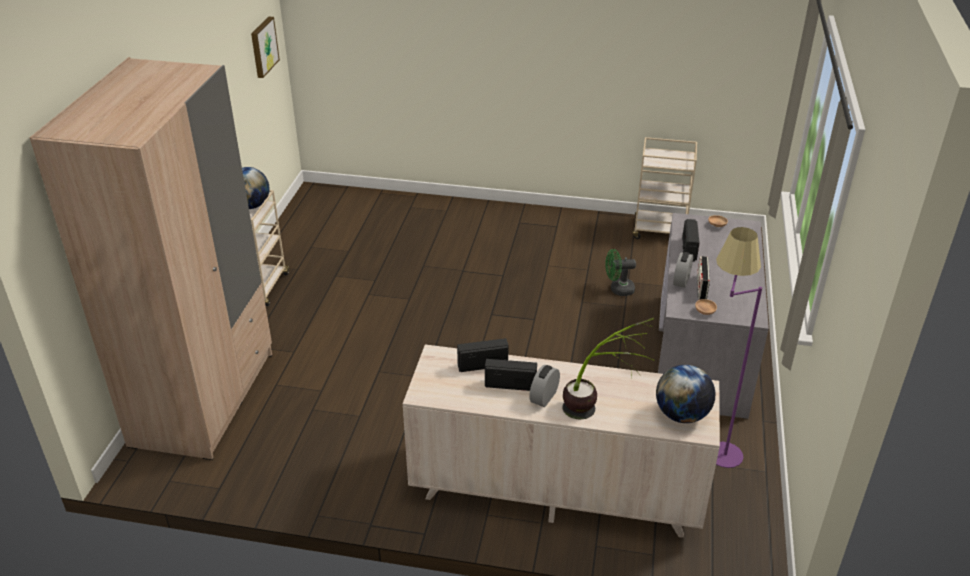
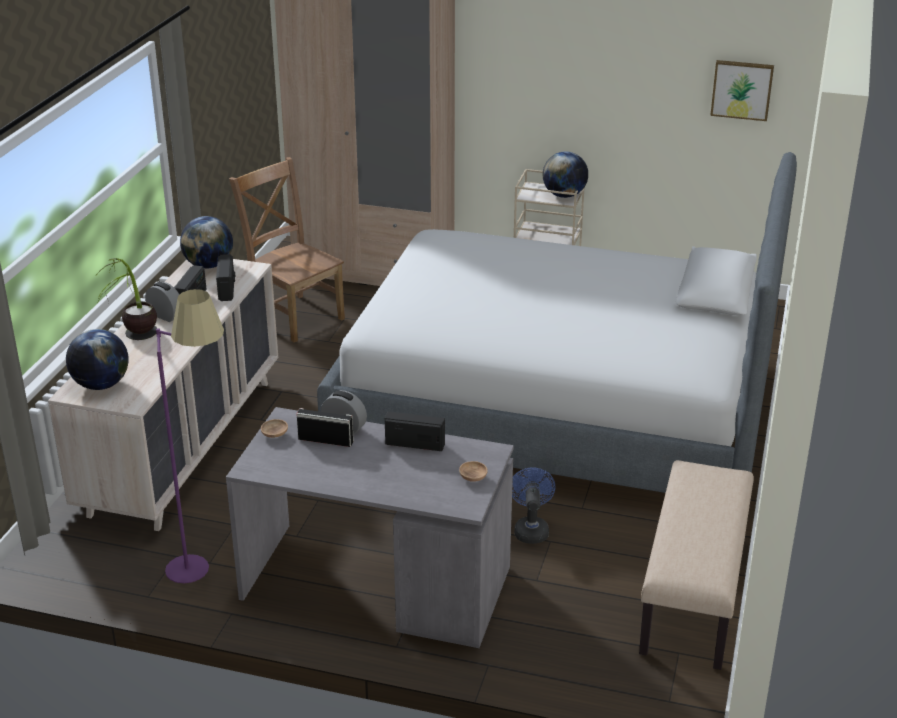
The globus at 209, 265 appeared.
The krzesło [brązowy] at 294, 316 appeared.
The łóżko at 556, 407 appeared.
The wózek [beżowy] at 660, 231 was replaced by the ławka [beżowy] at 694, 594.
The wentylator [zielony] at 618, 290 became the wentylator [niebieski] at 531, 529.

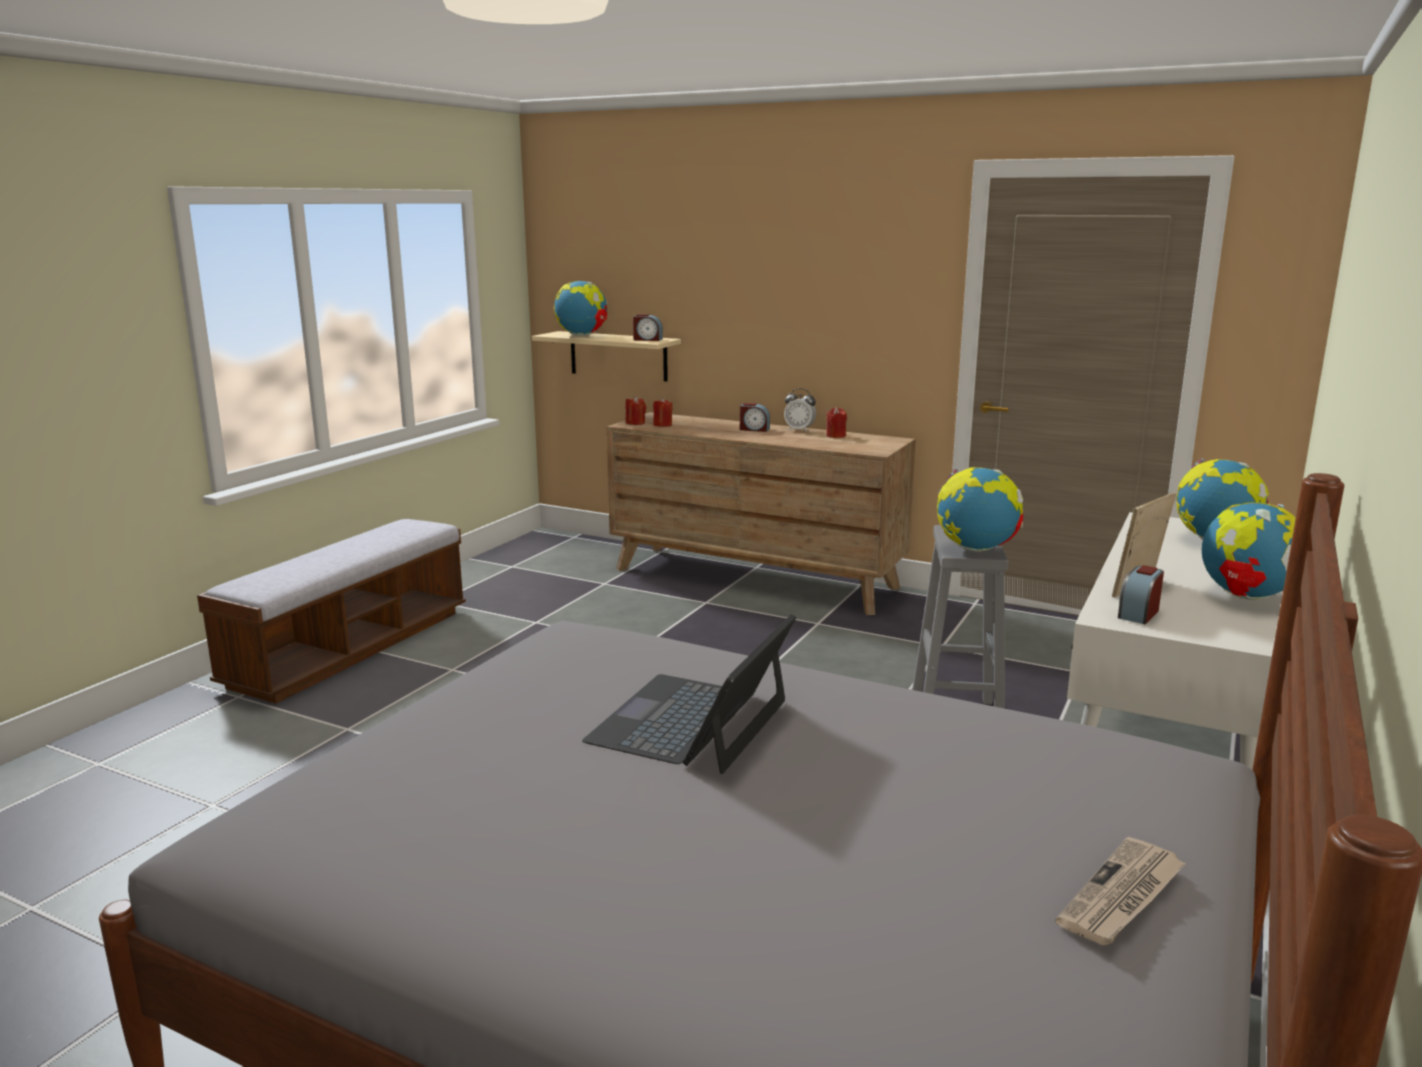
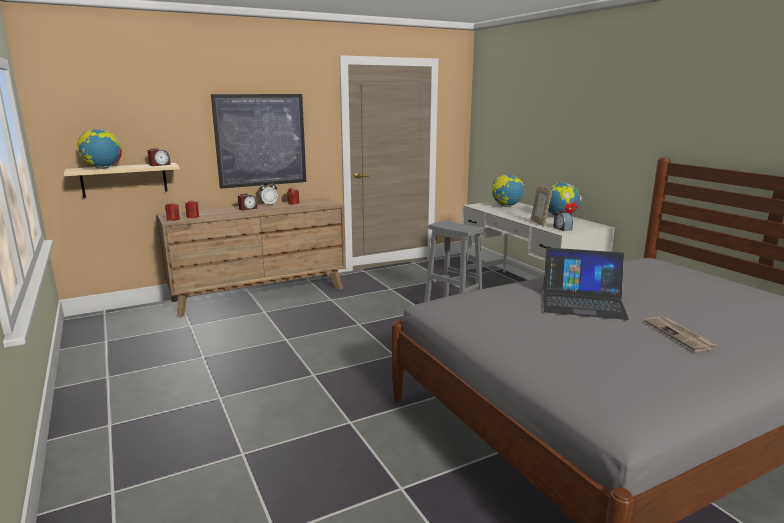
The ławka at 351, 648 disappeared.
The globus at 976, 549 disappeared.
The obraz at 261, 140 appeared.
The gazeta moved from 1122, 896 to 679, 335.
The laptop at 692, 722 turned 45 degrees counterclockwise.

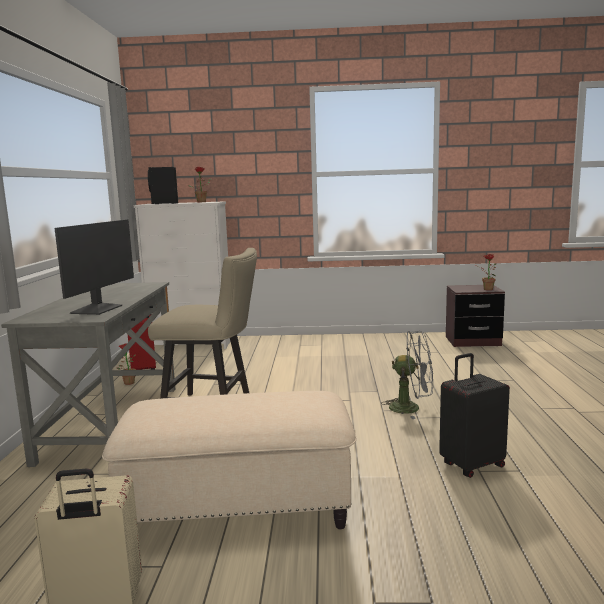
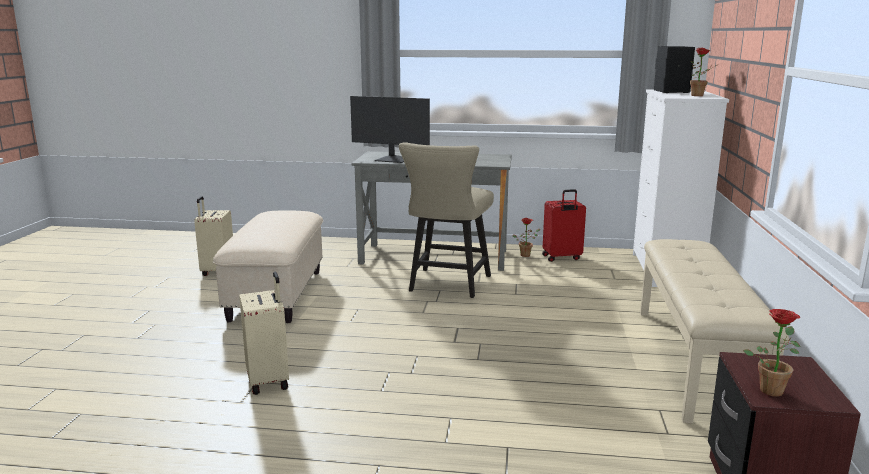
The wentylator [szary] at 411, 408 disappeared.
The ławka [beżowy] at 695, 361 appeared.
The walizka [czarny] at 471, 465 became the walizka [beżowy] at 269, 380.

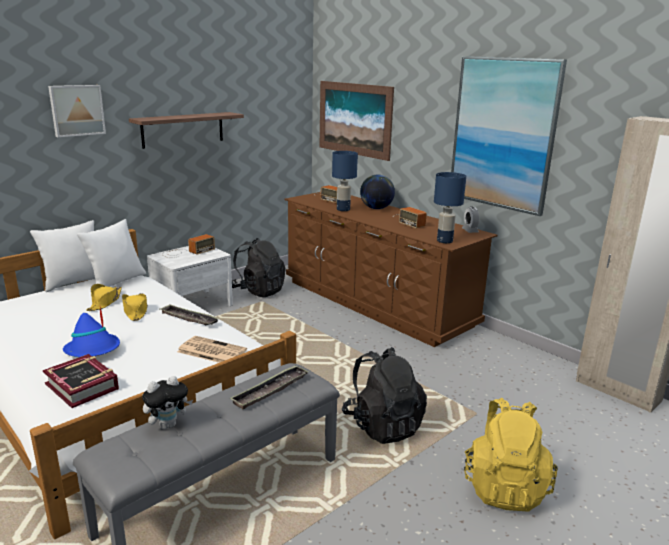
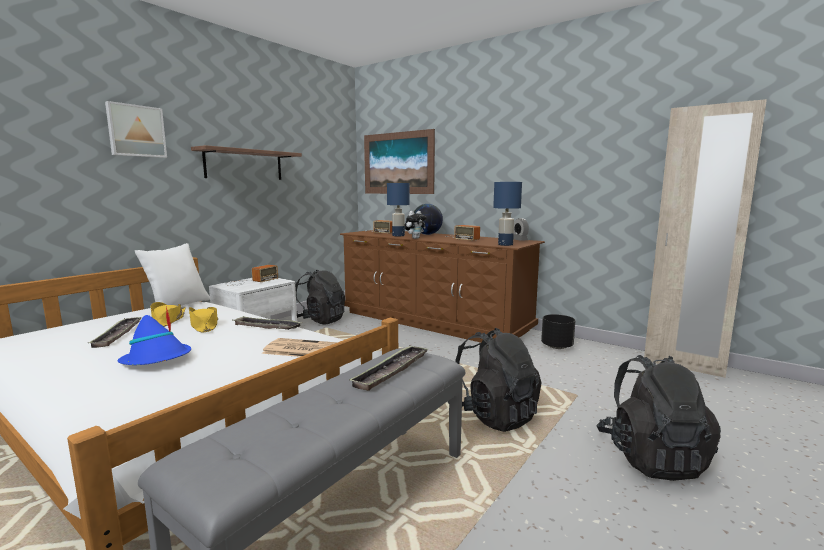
The poduszka [biały] at 74, 282 disappeared.
The książka at 82, 386 disappeared.
The obraz at 503, 134 disappeared.
The taca at 118, 335 appeared.
The donica [czarny] at 557, 346 appeared.
The pluszak moved from 168, 425 to 415, 238.
The plecak [żółty] at 504, 487 became the plecak [czarny] at 651, 458.

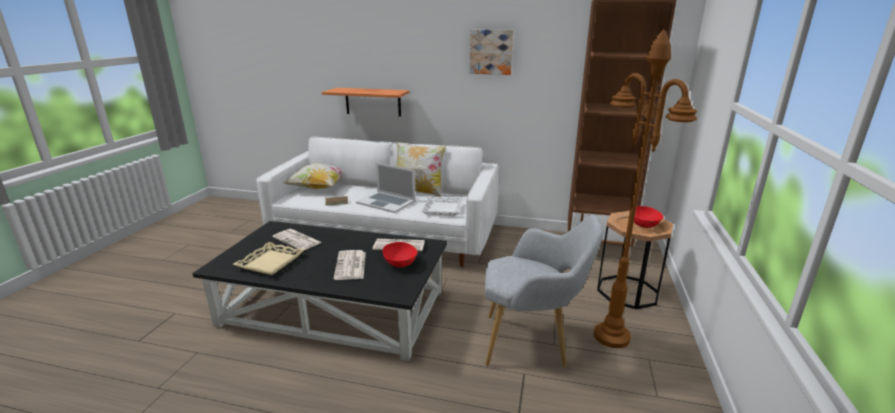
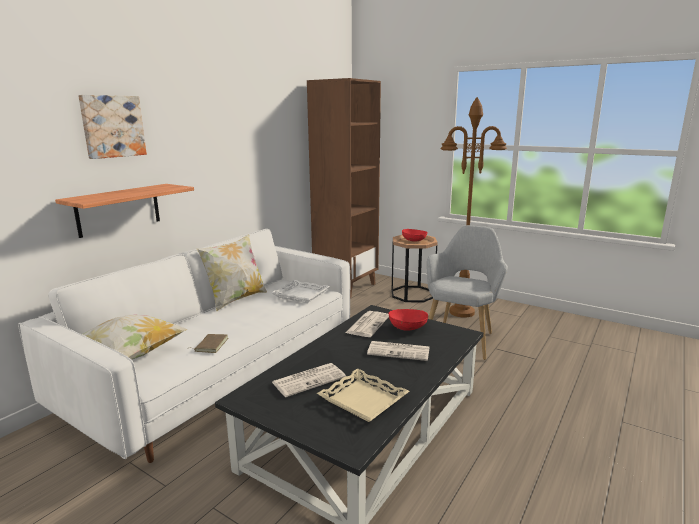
The laptop at 386, 202 disappeared.
The obraz moved from 491, 52 to 112, 126.

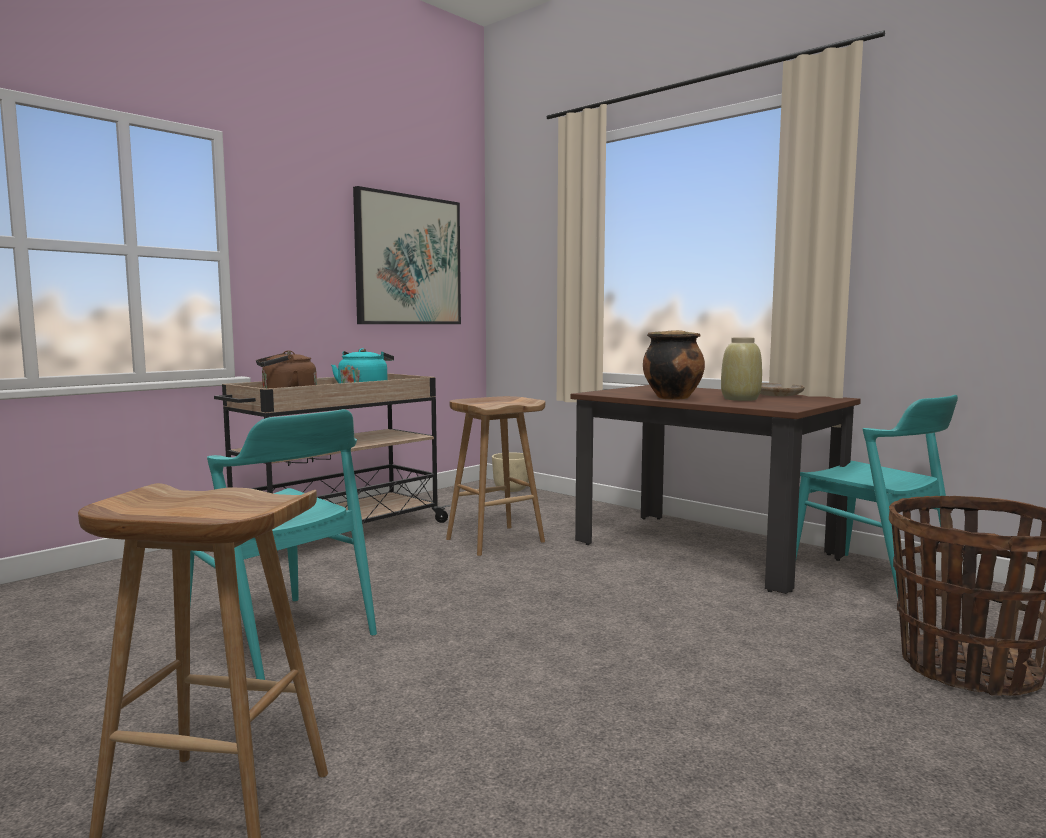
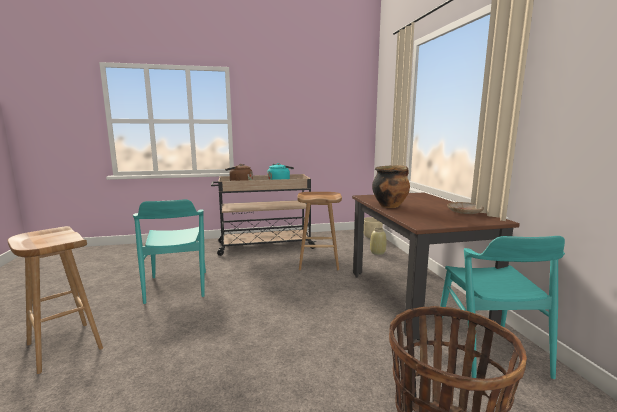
The obraz at 408, 260 disappeared.
The wazon [beżowy] moved from 740, 399 to 377, 252.

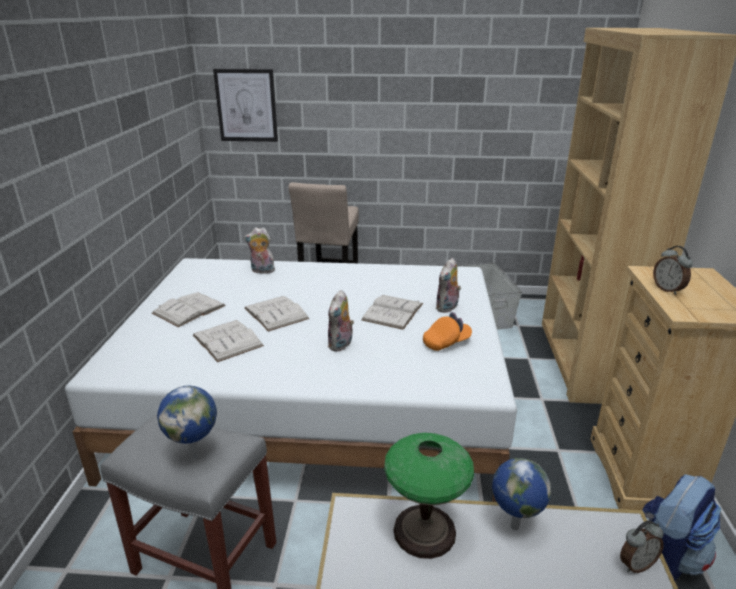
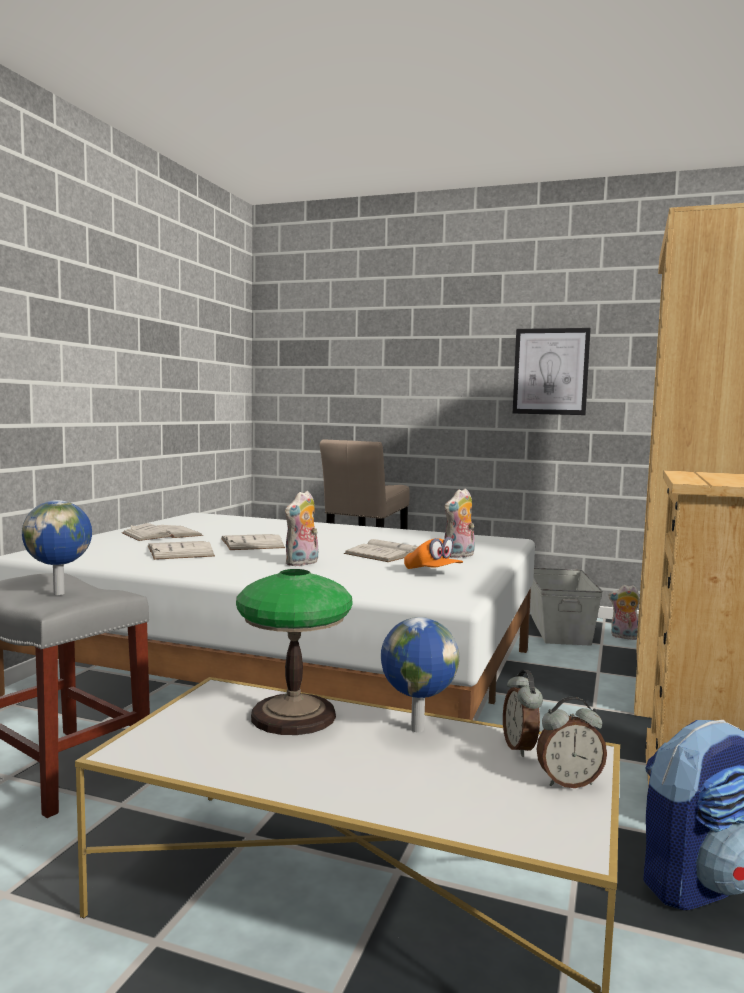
The obraz moved from 246, 105 to 550, 371.
The pluszak moved from 262, 271 to 624, 637.
The budzik moved from 668, 289 to 521, 747.
The czapka z daszkiem [pomarańczowy] at 446, 342 turned 60 degrees clockwise.

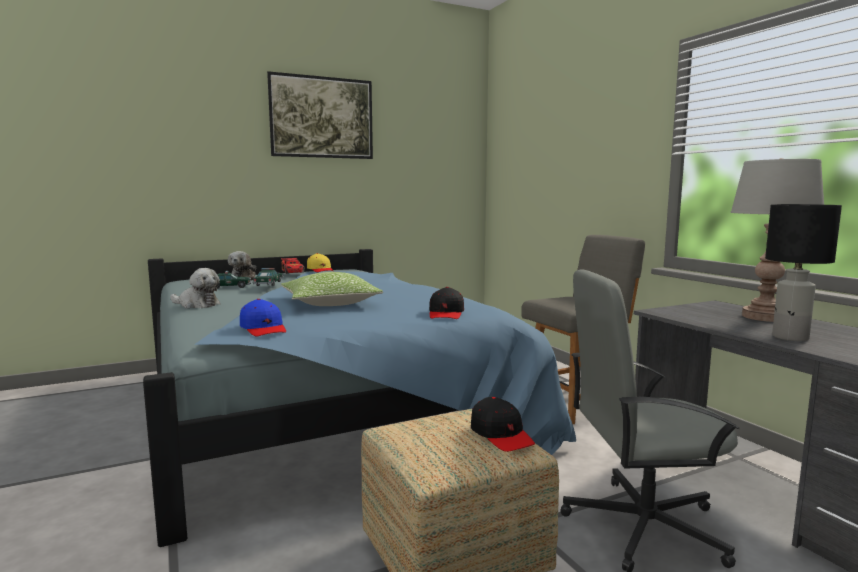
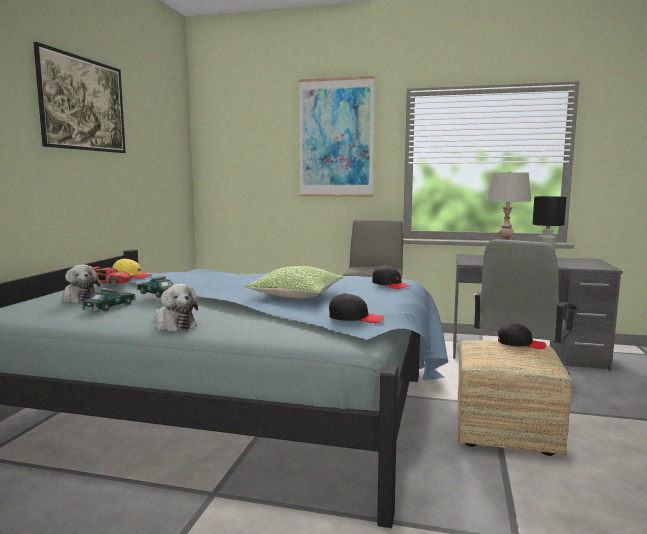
The obraz at 336, 138 appeared.
The czapka z daszkiem [niebieski] at 263, 329 became the czapka z daszkiem [czarny] at 355, 318.
The pluszak at 197, 305 turned 75 degrees clockwise.

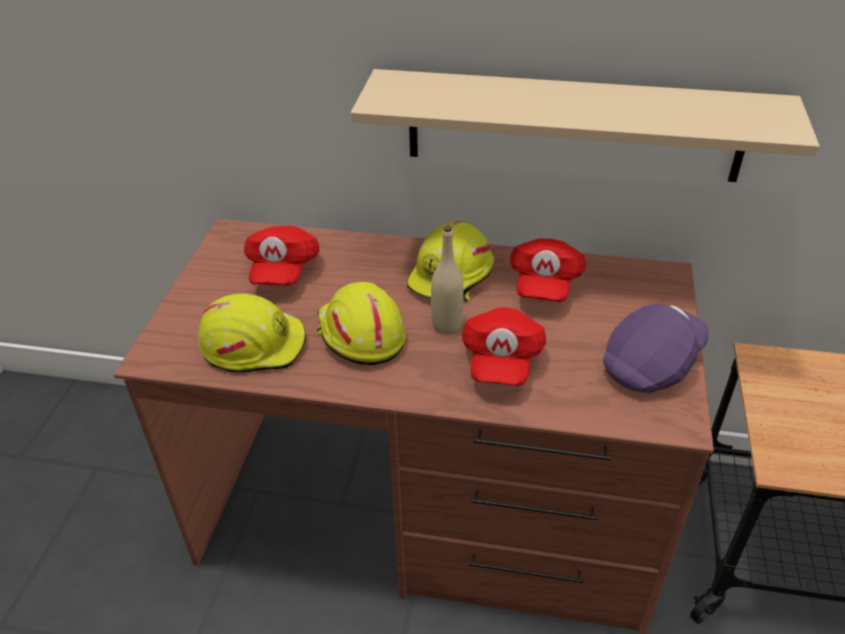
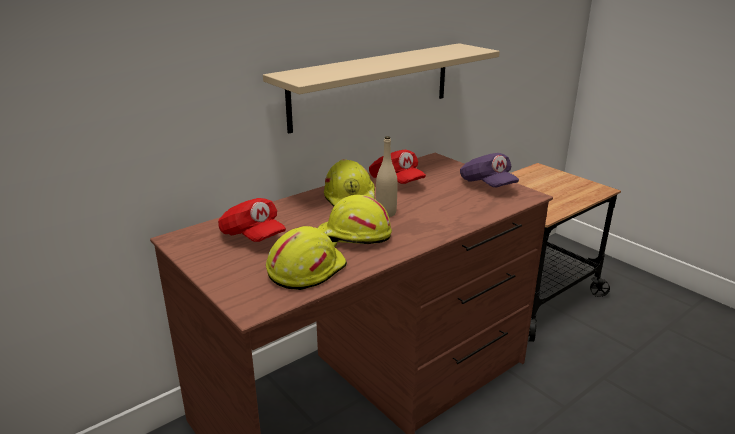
The czapka z daszkiem [czerwony] at 501, 361 disappeared.
The czapka z daszkiem [fioletowy] at 652, 364 turned 150 degrees clockwise.

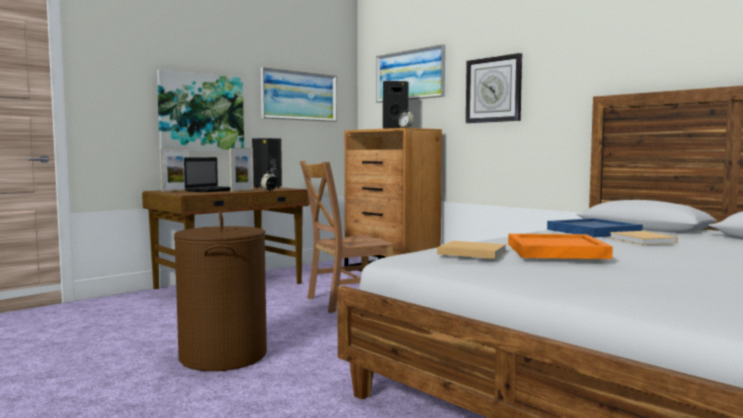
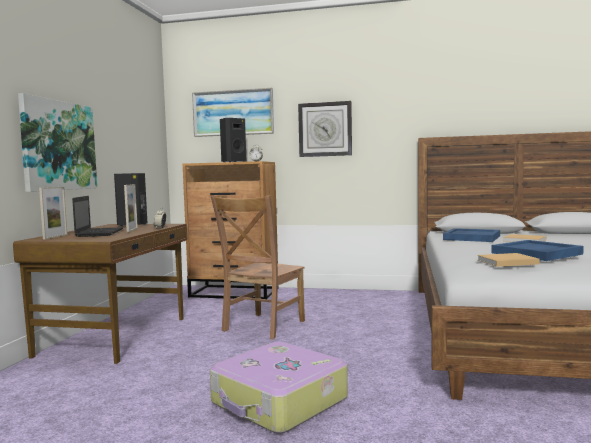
The obraz at 299, 96 disappeared.
The kosz na pranie [brązowy] at 223, 356 was replaced by the walizka at 279, 402.
The taca [pomarańczowy] at 555, 251 became the taca [niebieski] at 536, 254.

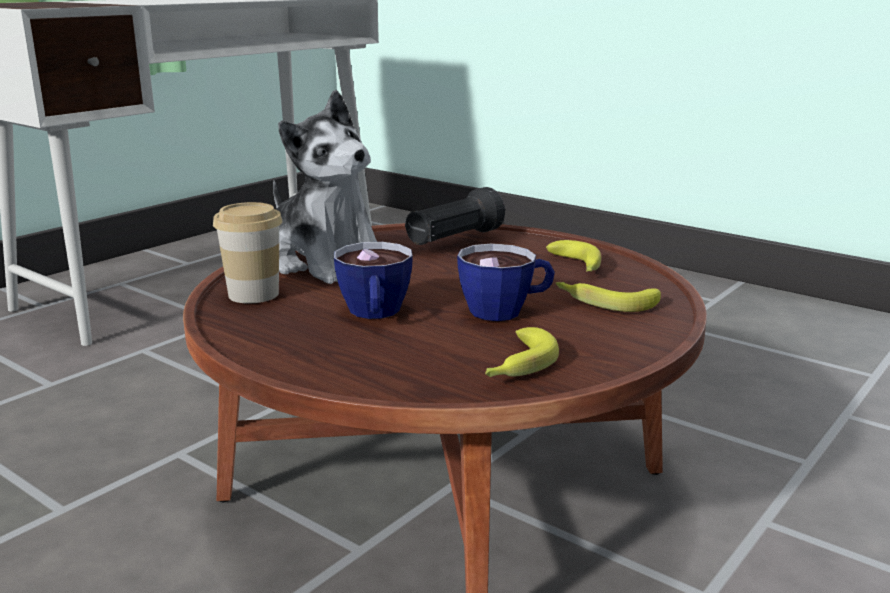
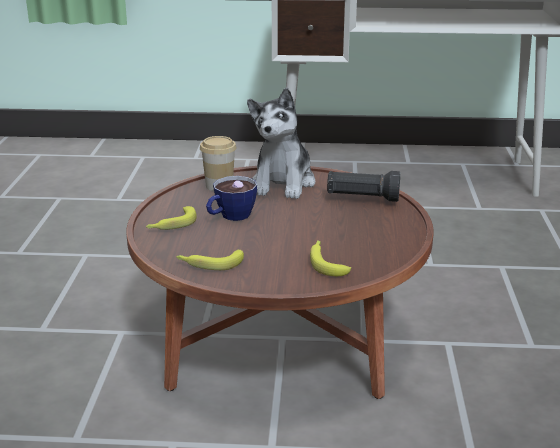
The filiżanka at 507, 310 disappeared.
The banan moved from 577, 266 to 171, 225.

